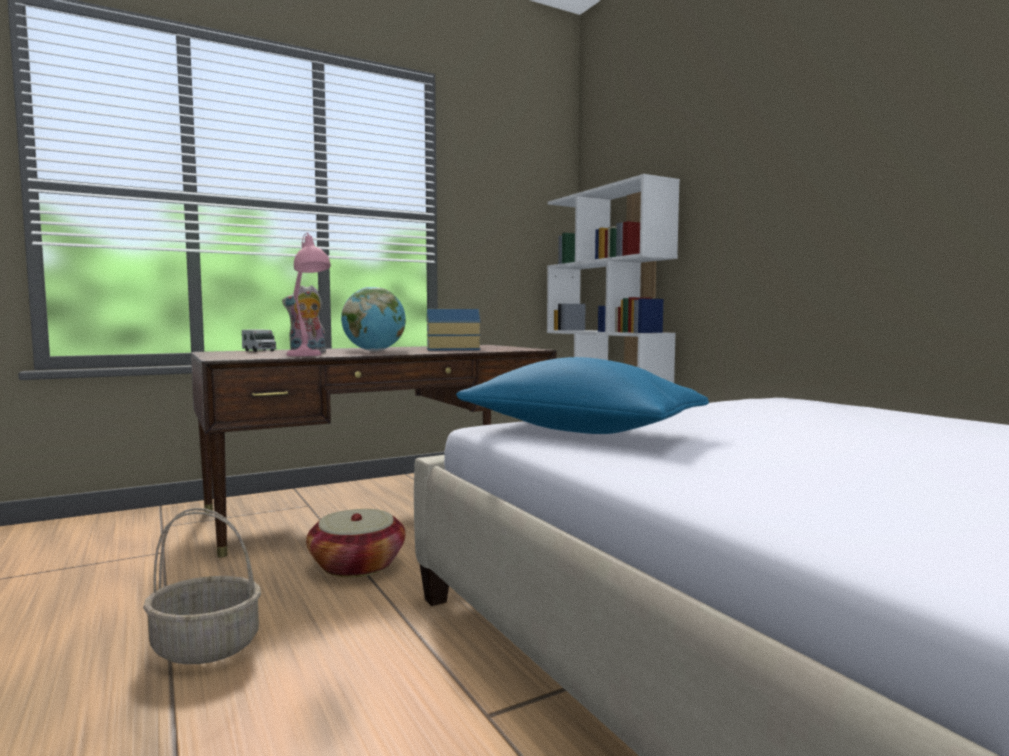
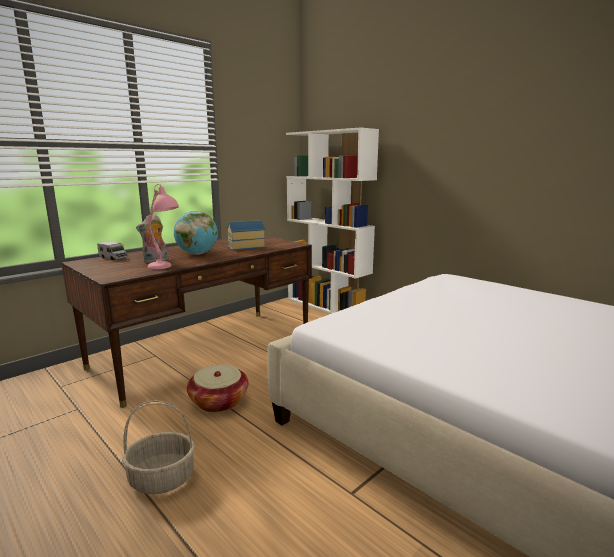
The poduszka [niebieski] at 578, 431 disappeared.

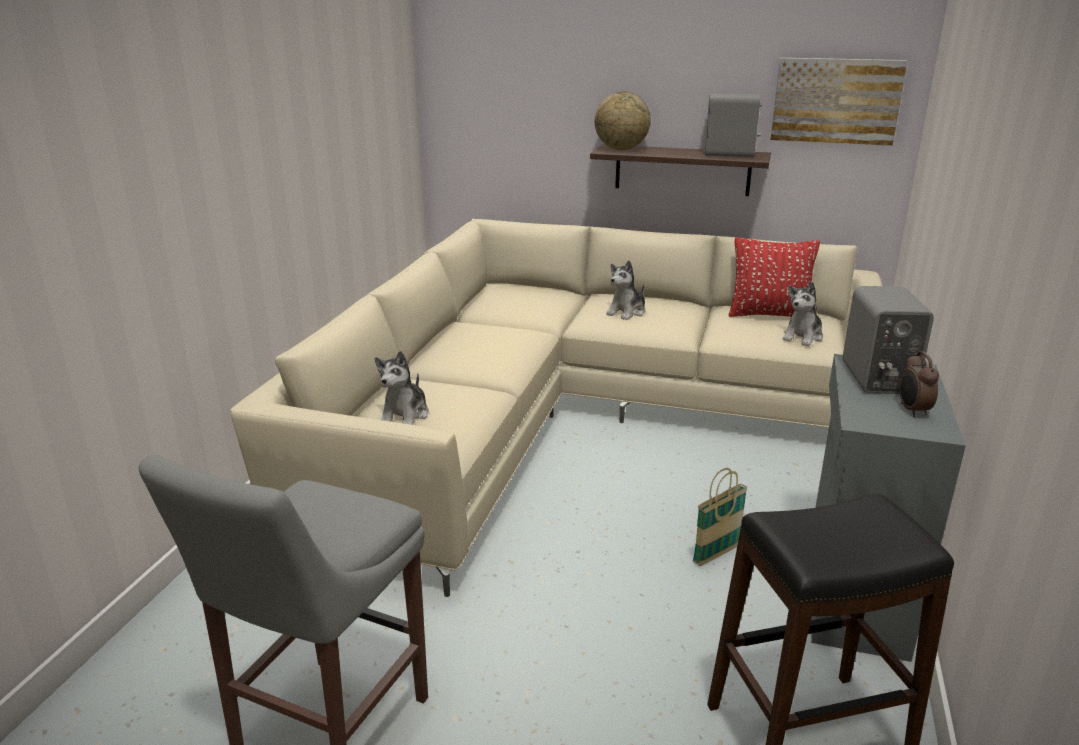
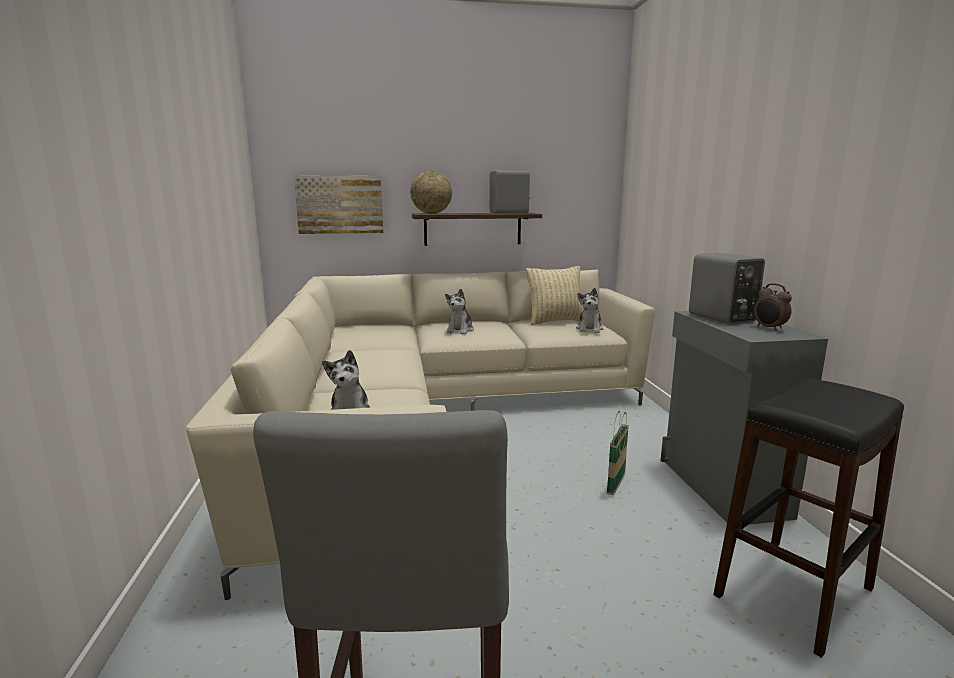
The obraz moved from 836, 101 to 340, 204.
The poduszka [czerwony] at 769, 315 became the poduszka [beżowy] at 555, 321.

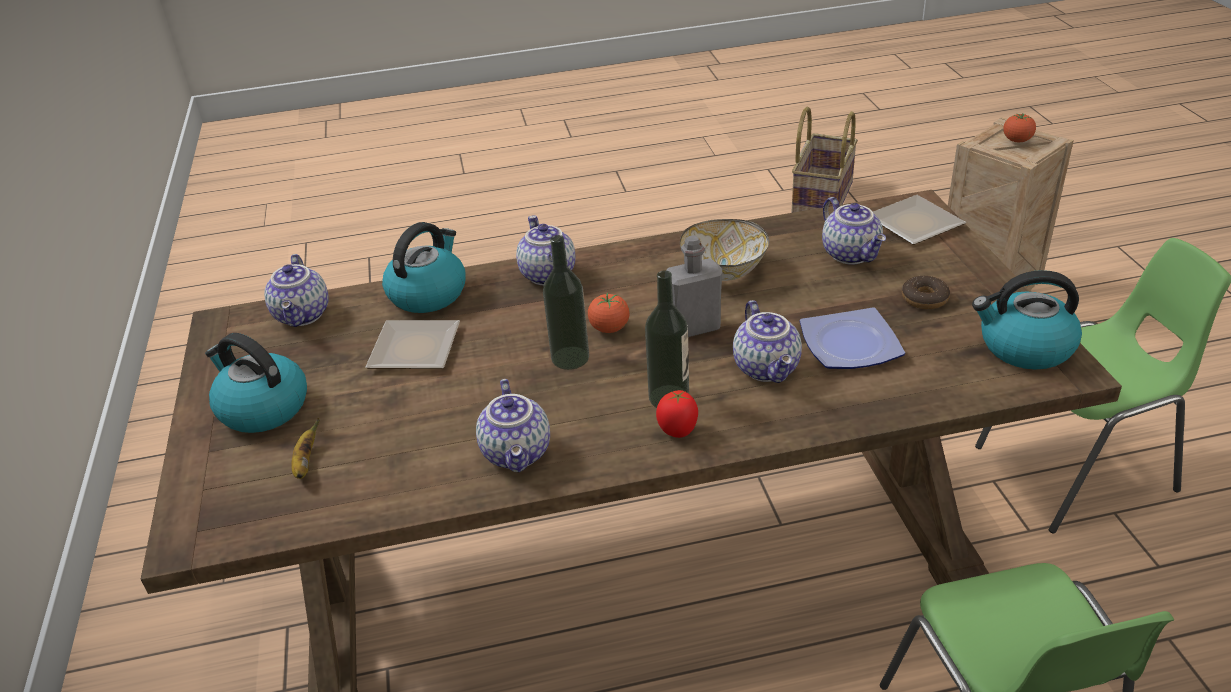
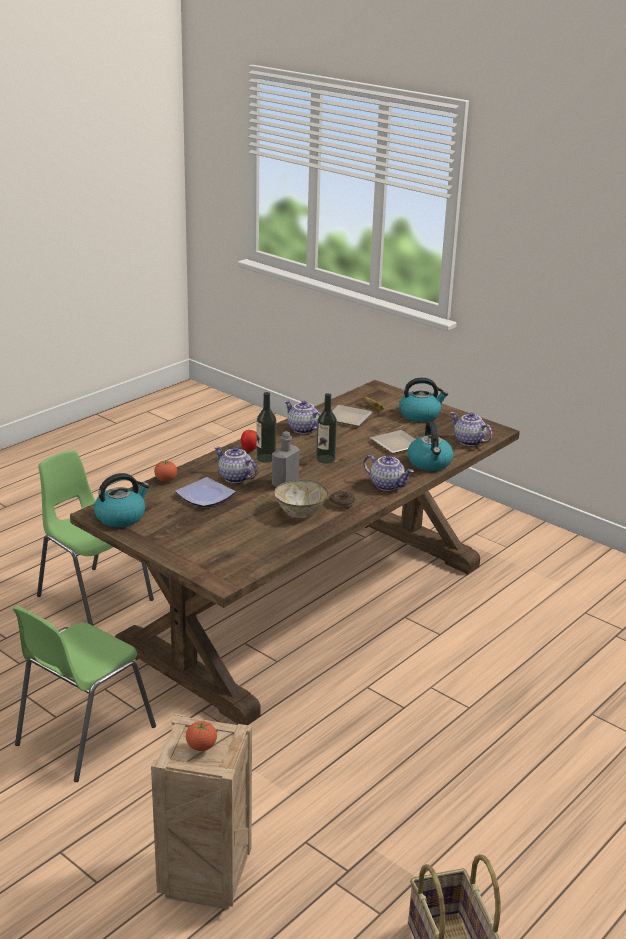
The imbryk at 852, 254 disappeared.
The pomidor moved from 609, 328 to 166, 480.
The talerz moved from 914, 222 to 349, 419.
The donut moved from 924, 298 to 341, 504.

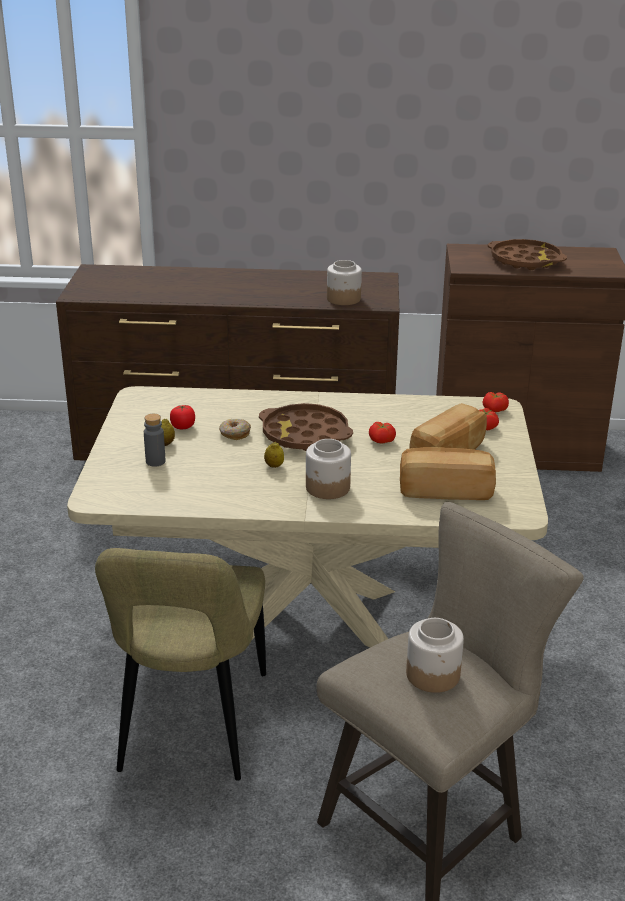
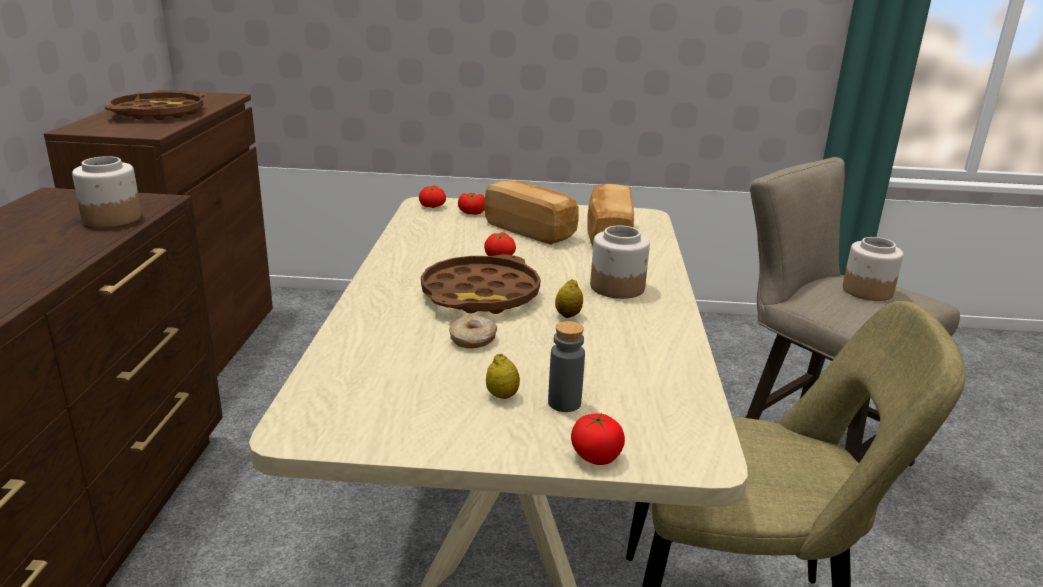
The pomidor moved from 183, 426 to 596, 456.

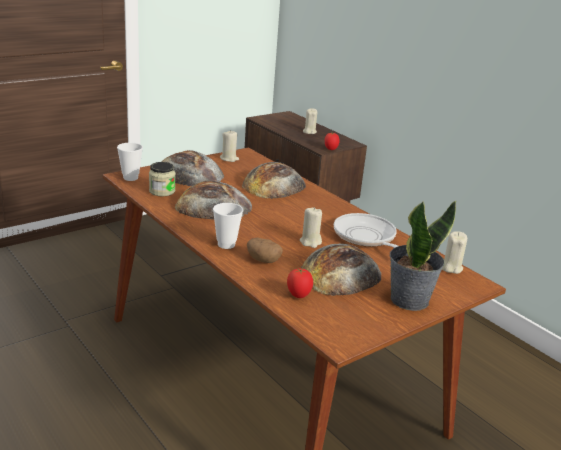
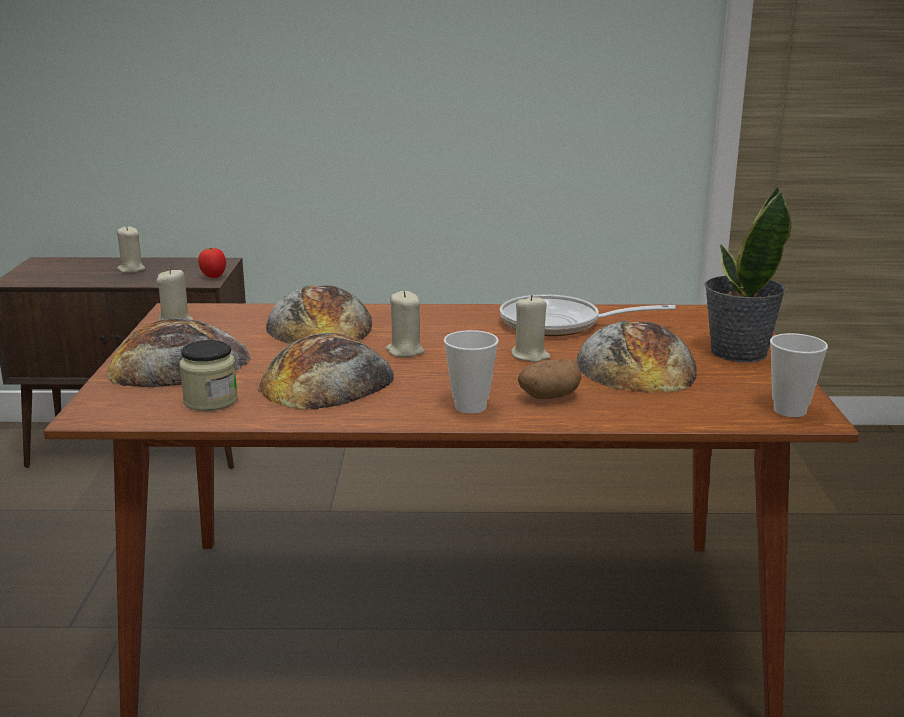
The pomidor at 298, 295 disappeared.
The filiżanka moved from 130, 178 to 789, 410.
The świeca [beżowy] moved from 451, 268 to 405, 351.

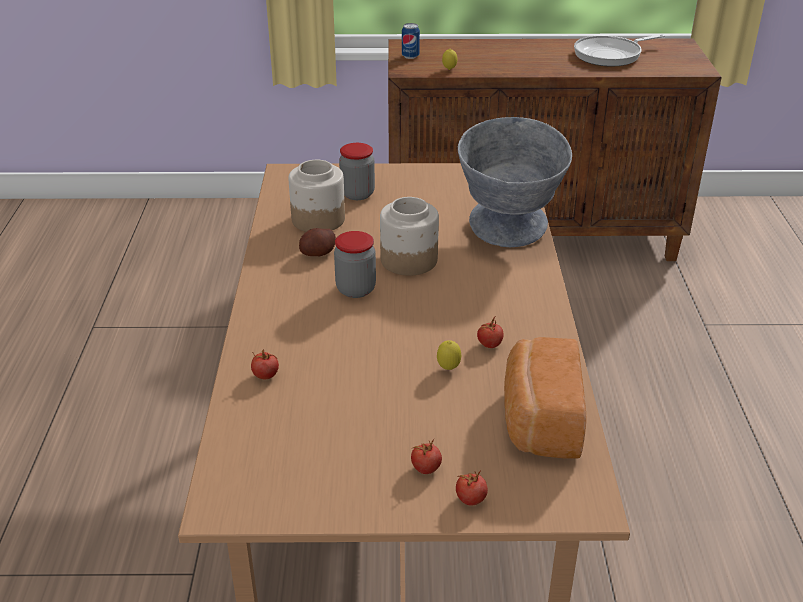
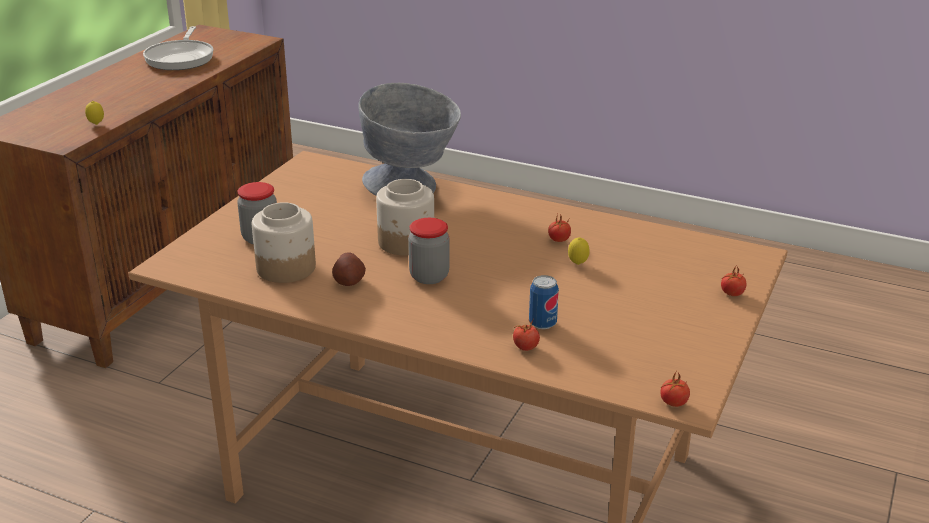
The chleb at 539, 420 disappeared.
The puszka moved from 410, 56 to 542, 324.
The pomidor moved from 426, 468 to 673, 403.

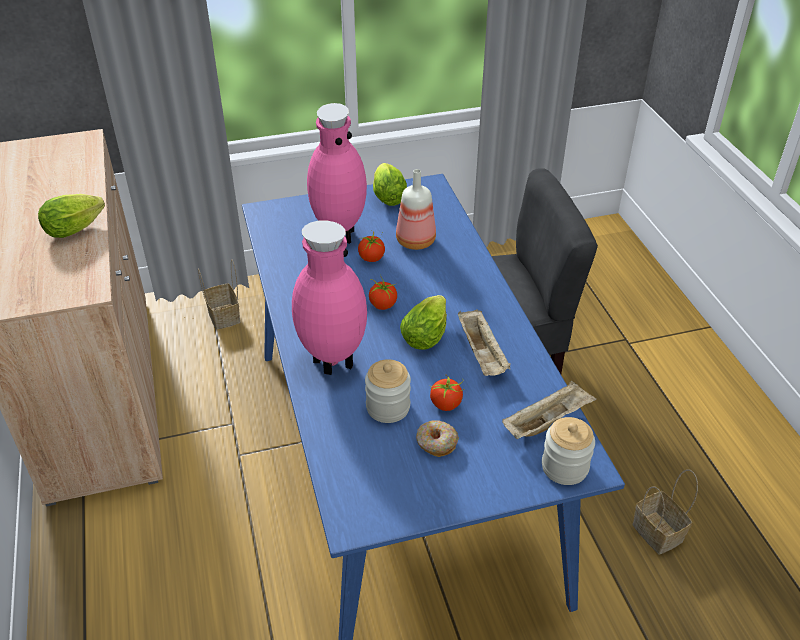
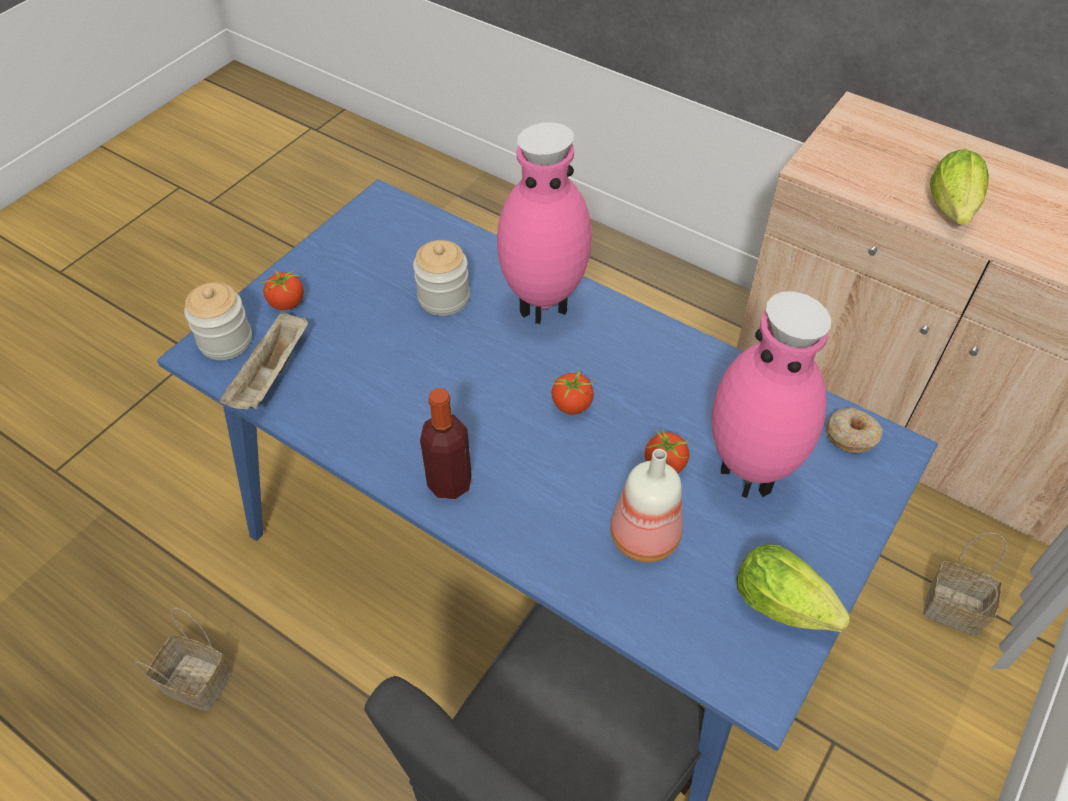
The sałata at 427, 334 disappeared.
The taca [beżowy] at 482, 354 disappeared.
The butelka at 449, 483 appeared.
The donut moved from 436, 443 to 851, 435.
The pomidor moved from 446, 404 to 286, 303.

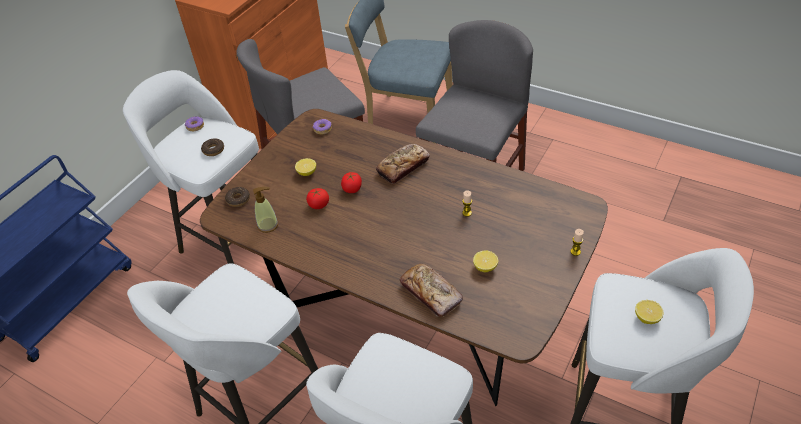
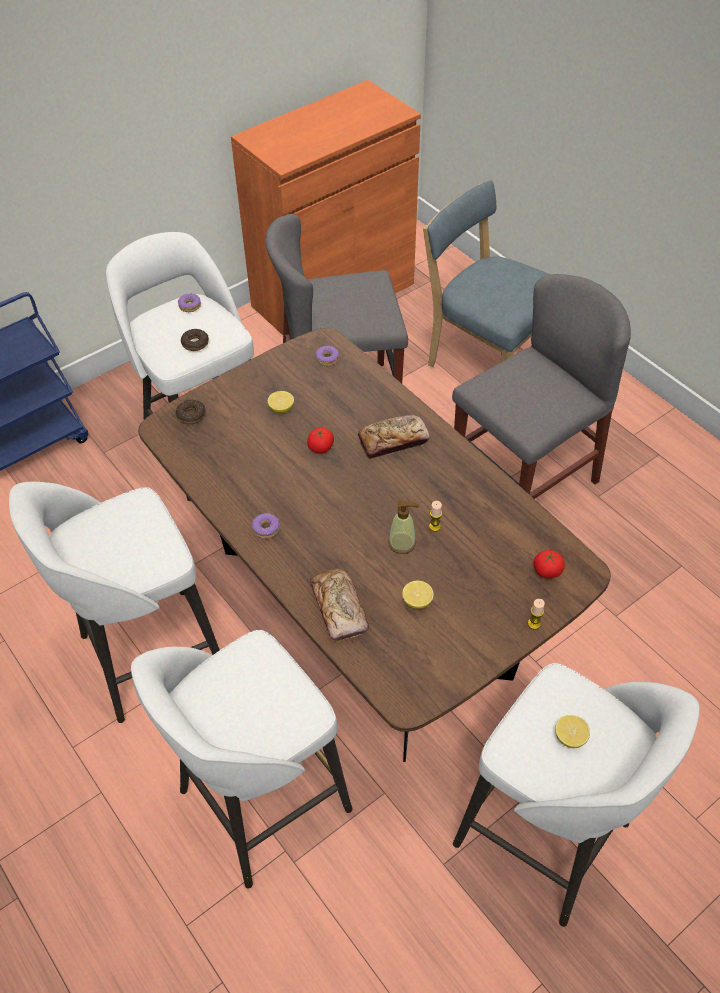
The donut at 266, 529 appeared.
The dozownik mydła moved from 268, 225 to 402, 543.
The pomidor moved from 319, 205 to 547, 571.

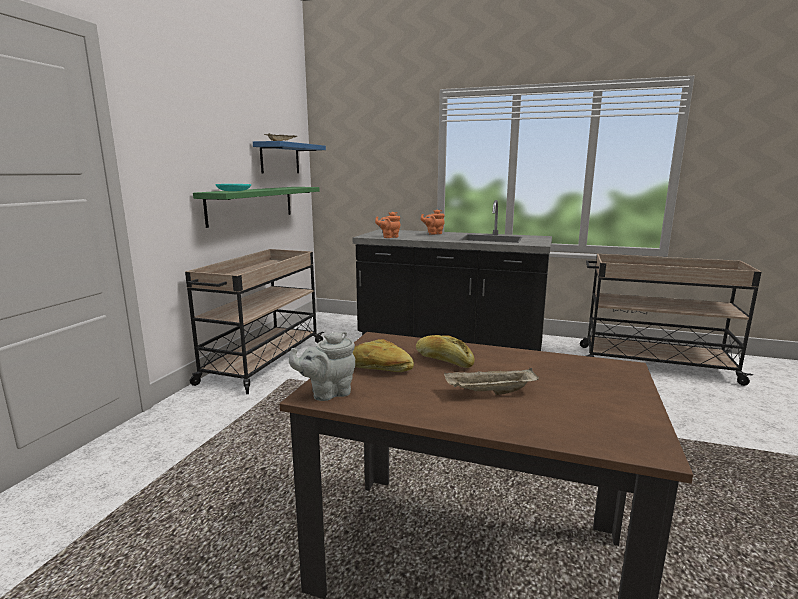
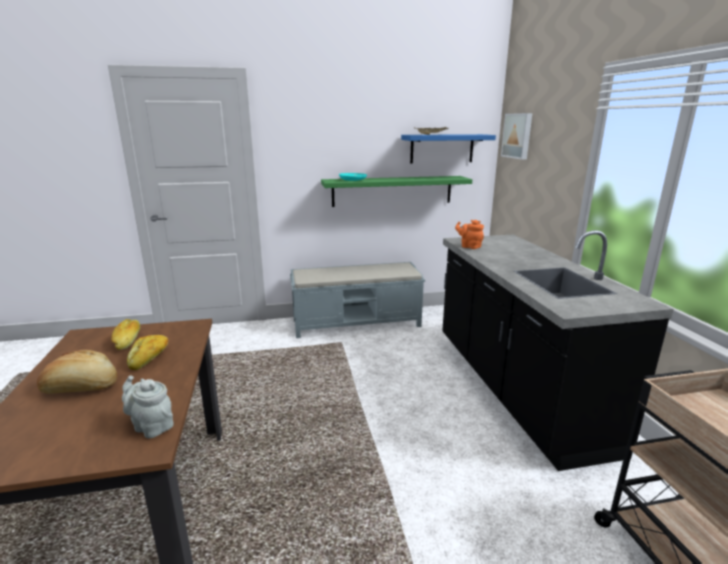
The imbryk [pomarańczowy] at 433, 233 disappeared.
The obraz at 518, 136 appeared.
The imbryk [szary] moved from 327, 393 to 151, 426.
The wózek [beżowy] at 262, 362 was replaced by the ławka [szary] at 357, 323.
The taca [beżowy] at 489, 393 was replaced by the chleb at 81, 388.

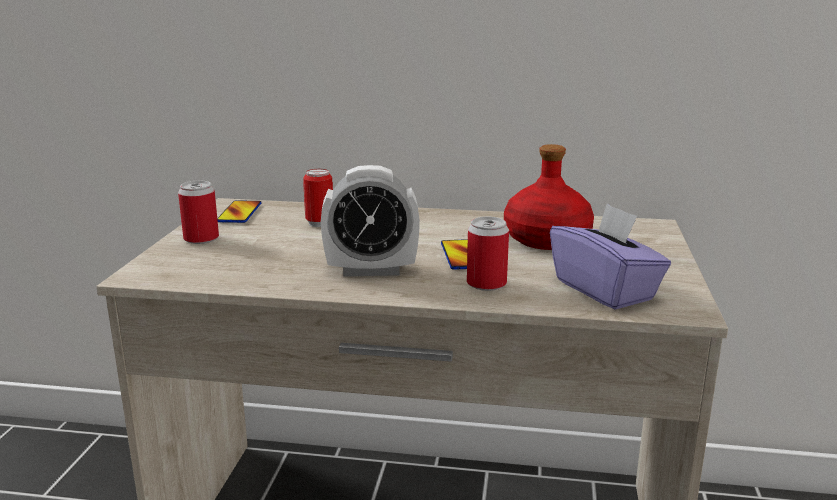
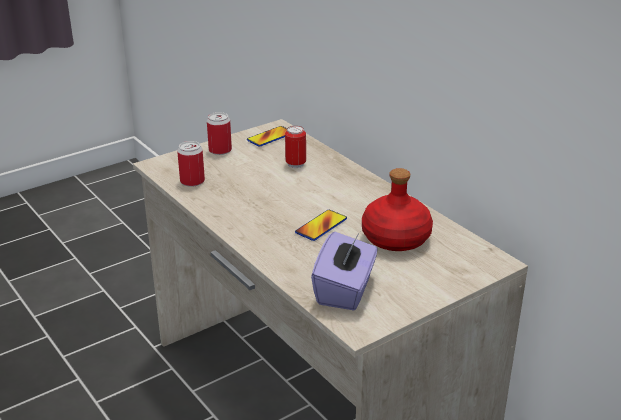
The budzik at 371, 270 disappeared.
The puszka moved from 486, 284 to 192, 181.

